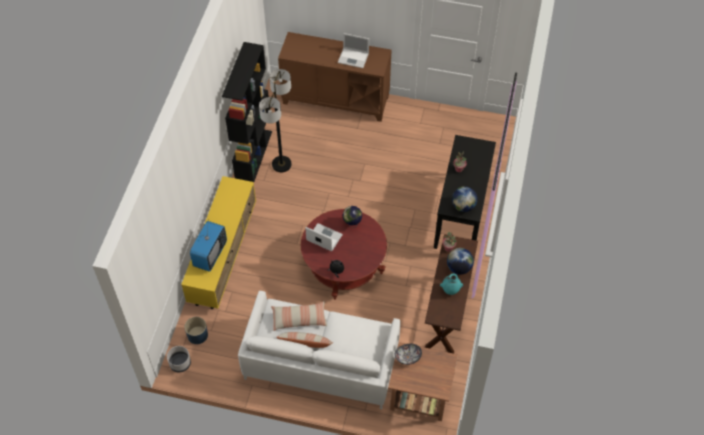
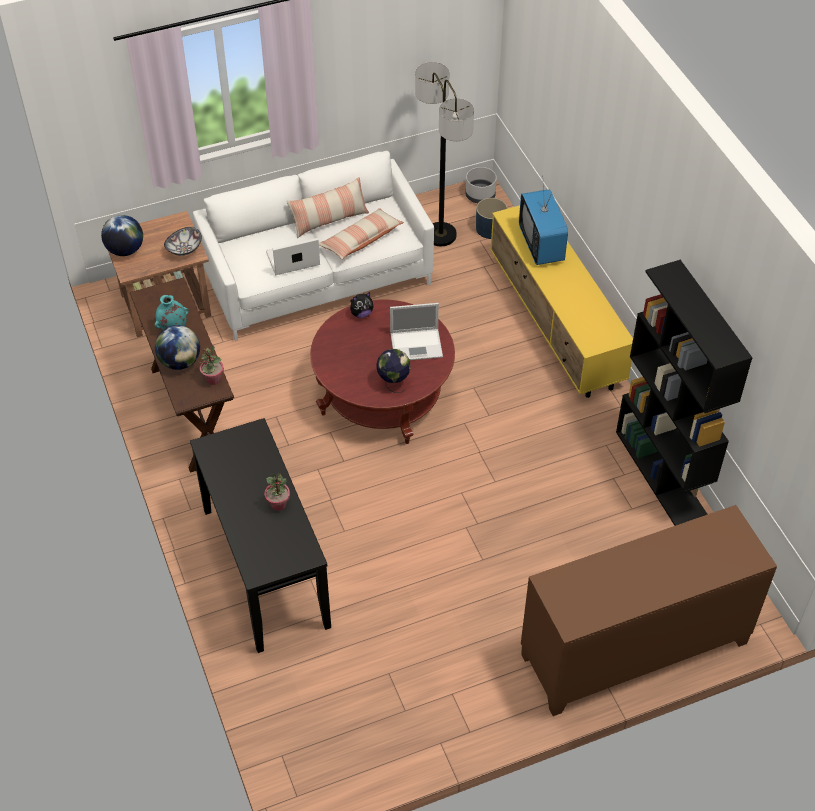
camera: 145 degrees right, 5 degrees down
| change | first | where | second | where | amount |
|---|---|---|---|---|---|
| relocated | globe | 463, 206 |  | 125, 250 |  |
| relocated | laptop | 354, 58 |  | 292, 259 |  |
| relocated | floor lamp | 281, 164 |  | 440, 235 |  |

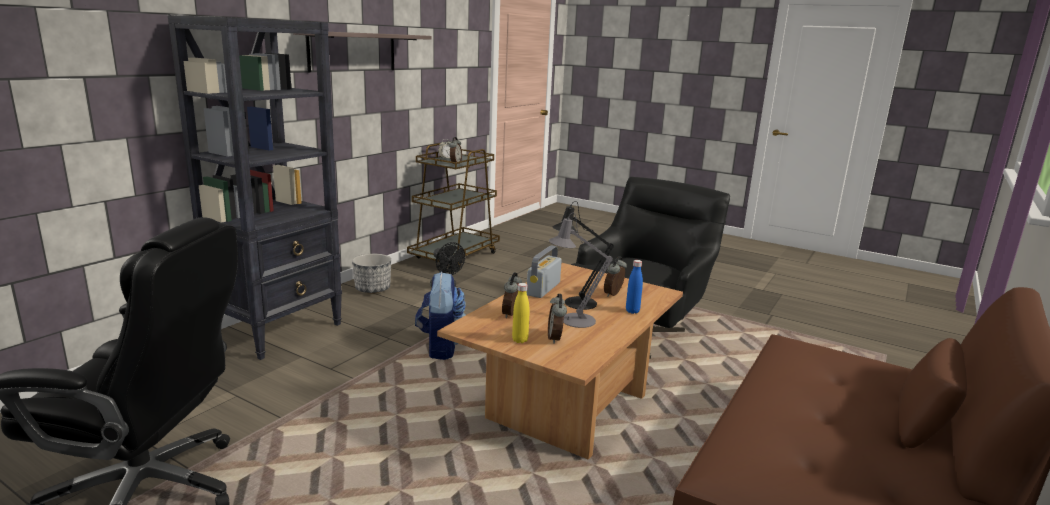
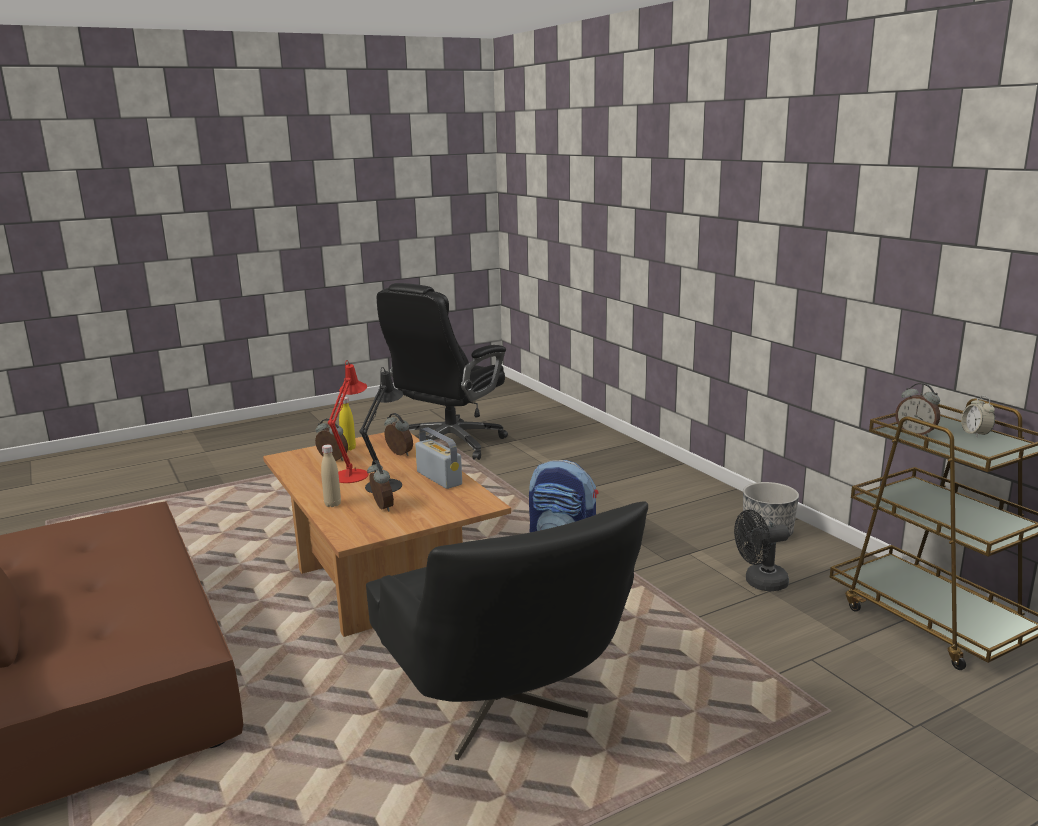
camera: 120 degrees right, 0 degrees up
| change | first | where | second | where | amount |
|---|---|---|---|---|---|
| colour | bottle/blue | 632, 311 | bottle/beige | 332, 504 |  |
| colour | table lamp/grey | 573, 320 | table lamp/red | 352, 474 |  |
| missing | bookcase/black | 279, 330 |  |  |  |
| missing | shelf | 352, 52 |  |  |  |

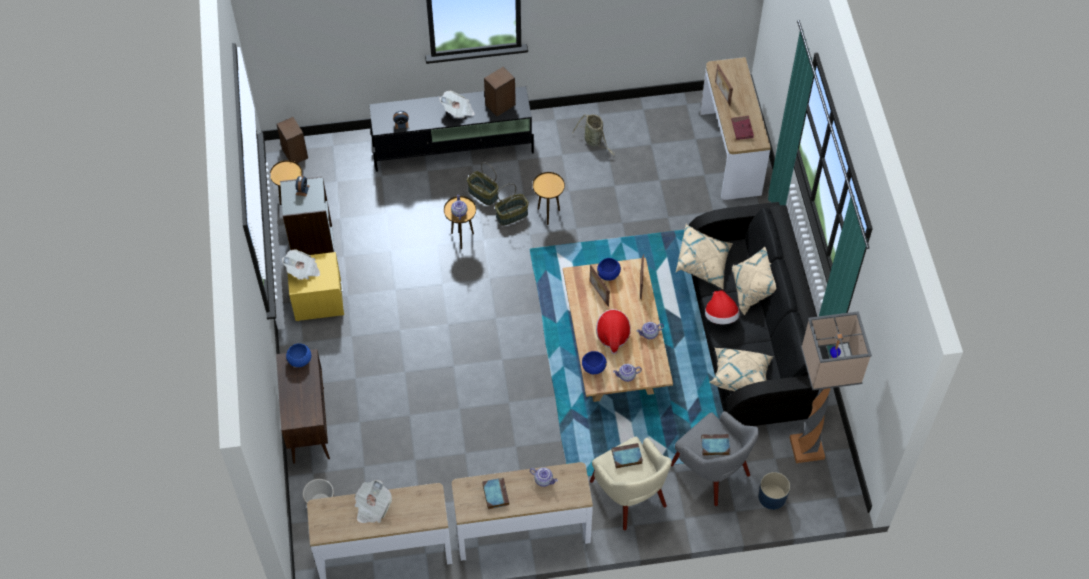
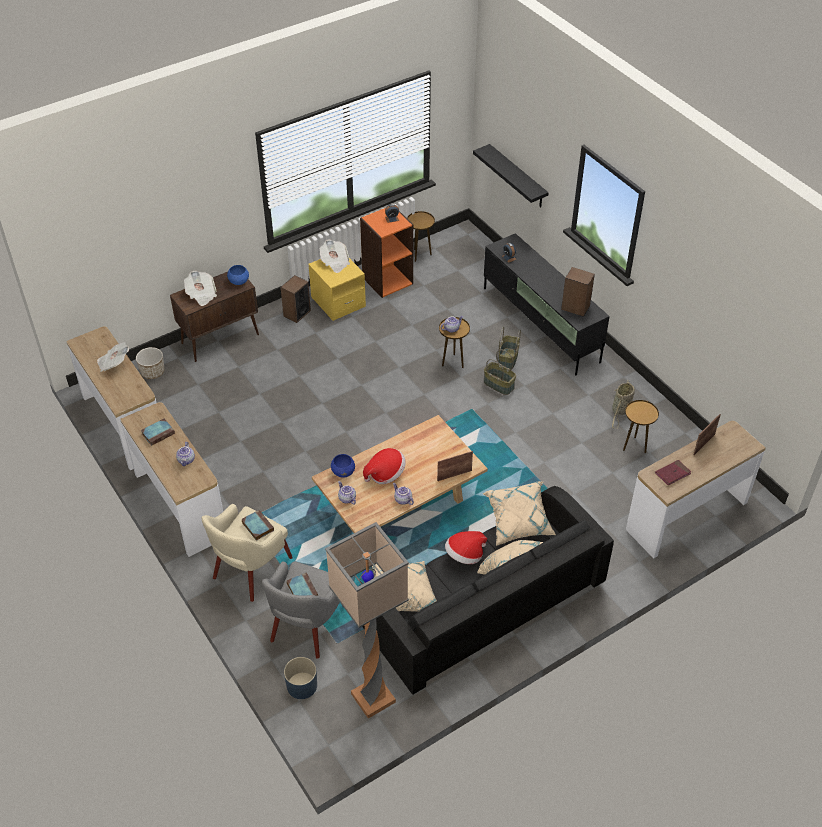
camera: 65 degrees right, 10 degrees down
| change | first | where | second | where | amount |
|---|---|---|---|---|---|
| relocated | newspaper | 458, 111 |  | 201, 295 |  |
| relocated | speaker | 294, 153 |  | 297, 313 |  |
| colour | bookcase/grey | 312, 245 | bookcase/orange | 387, 280 |  |
| appeared |  |  | shelf/black | 517, 177 |  |
| relocated | side table/brown | 548, 214 |  | 634, 446 |  |
| missing | picture frame | 598, 293 |  |  |  |
| missing | bowl/blue | 608, 274 |  |  |  |

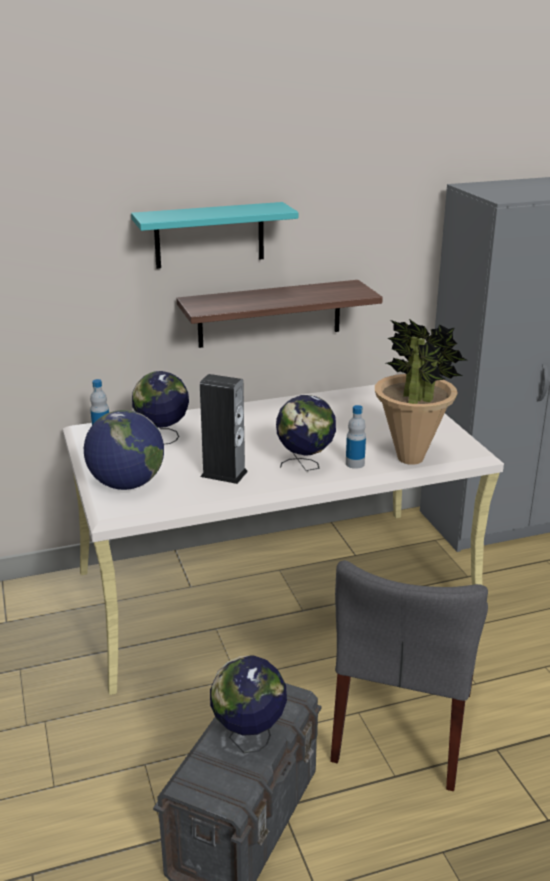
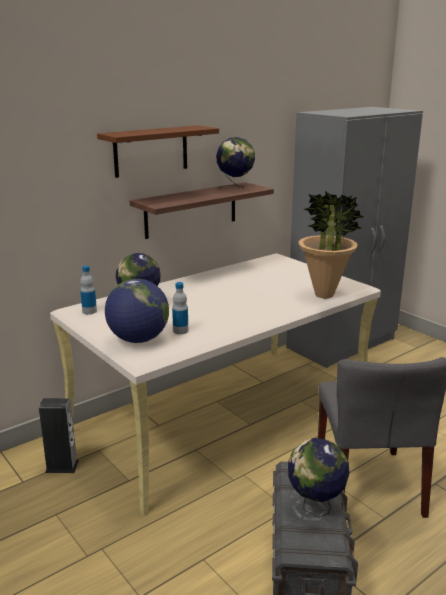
camera: 20 degrees left, 5 degrees down
| change | first | where | second | where | amount |
|---|---|---|---|---|---|
| relocated | speaker | 224, 474 |  | 62, 466 |  |
| colour | shelf/turquoise | 209, 235 | shelf/brown | 151, 151 |  |
| relocated | bottle | 355, 464 |  | 180, 331 |  |
| relocated | globe | 305, 466 |  | 235, 187 |  |

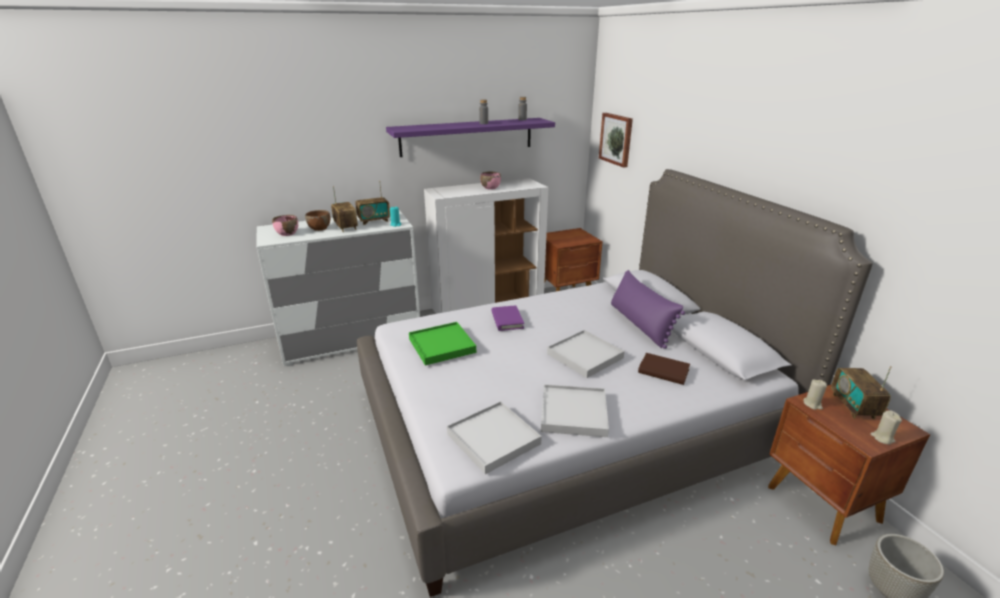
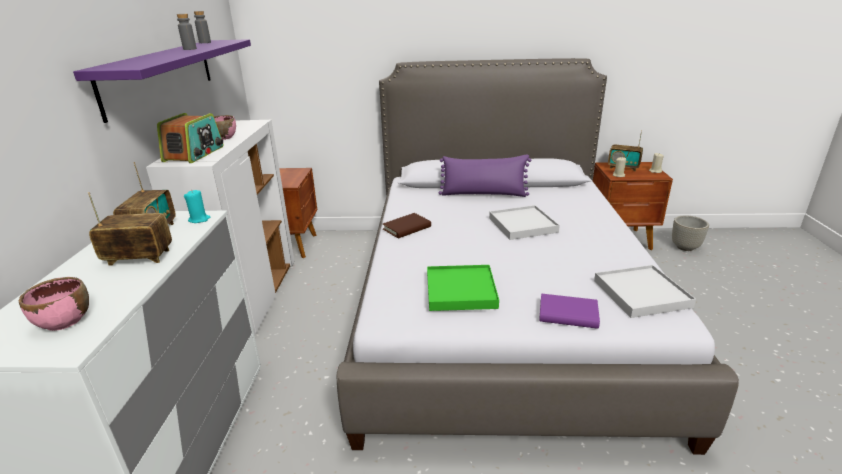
camera: 65 degrees left, 0 degrees up
| change | first | where | second | where | amount |
|---|---|---|---|---|---|
| appeared |  |  | radio | 194, 154 |  |
| relocated | book/brown | 663, 371 |  | 407, 228 |  |
| relocated | book/purple | 507, 320 |  | 568, 314 |  |
| missing | bowl/brown | 319, 228 |  |  |  |
| missing | tray/white | 574, 413 |  |  |  |
| missing | picture | 616, 139 |  |  |  |

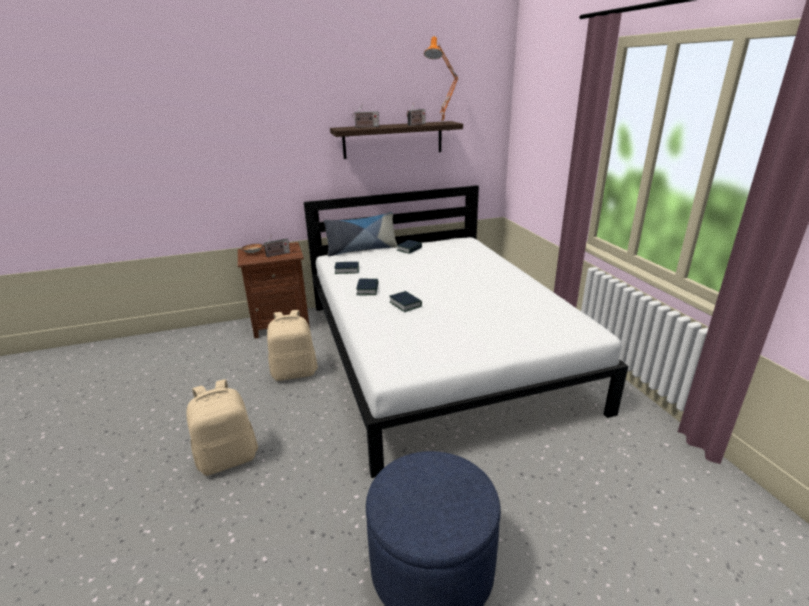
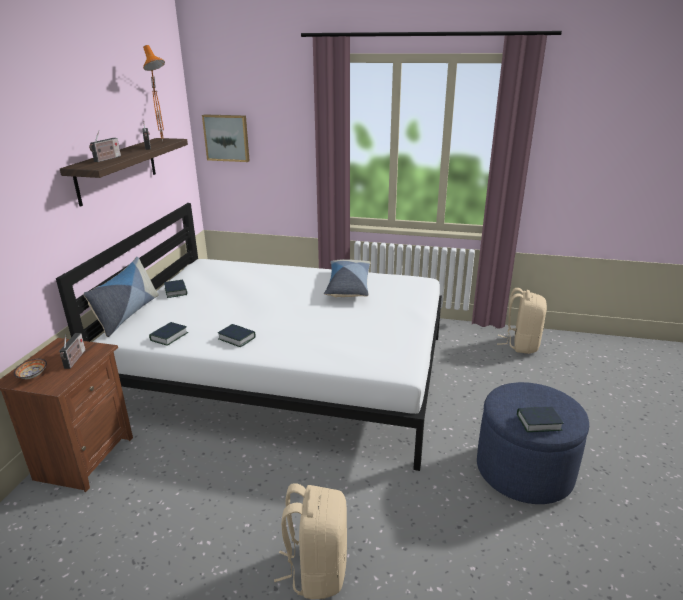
camera: 60 degrees left, 0 degrees up
| change | first | where | second | where | amount |
|---|---|---|---|---|---|
| appeared |  |  | picture | 227, 137 |  |
| appeared |  |  | pillow | 348, 286 |  |
| relocated | backpack/beige | 295, 372 |  | 521, 344 |  |
| relocated | book | 405, 304 |  | 538, 422 |  |

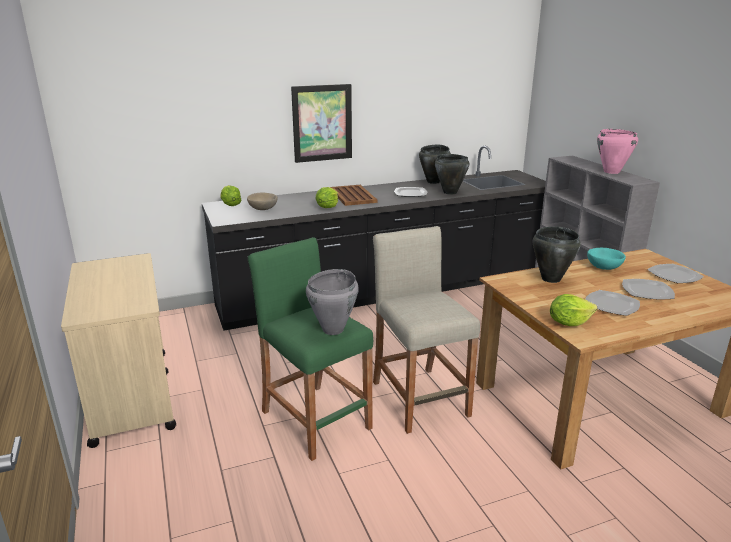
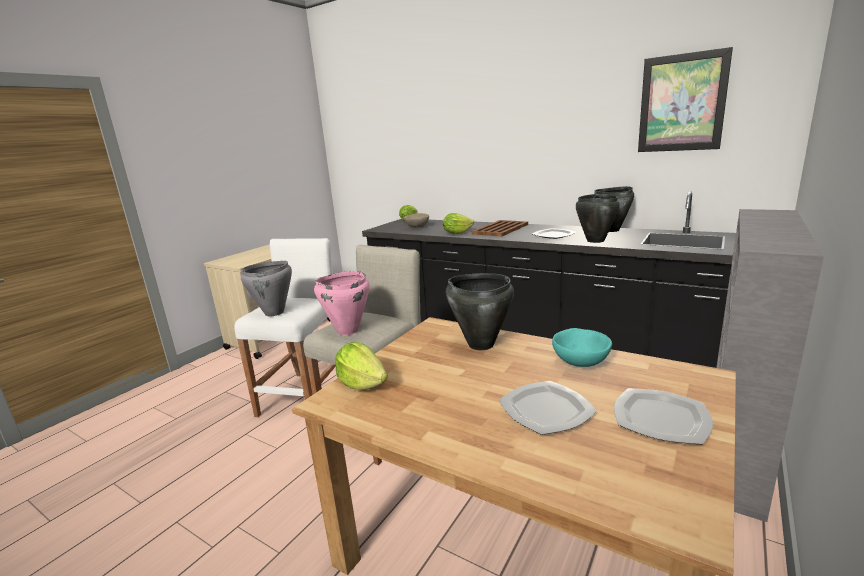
camera: 55 degrees right, 5 degrees down
| change | first | where | second | where | amount |
|---|---|---|---|---|---|
| colour | stool/green | 315, 420 | stool/white | 306, 396 |  |
| relocated | cooking pot/pink | 611, 172 |  | 347, 331 |  |
| relocated | picture | 322, 123 |  | 682, 103 |  |
| missing | plate | 611, 304 |  |  |  |

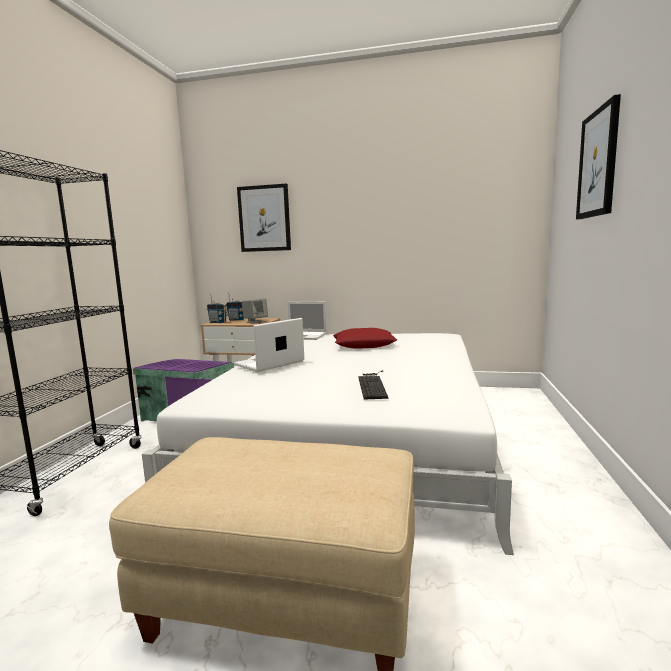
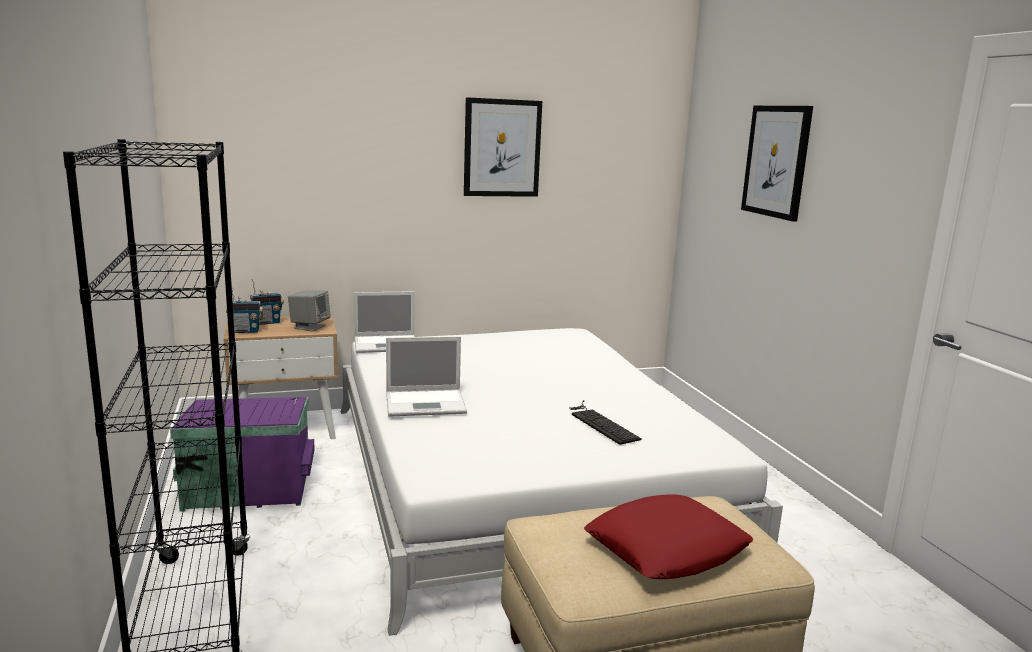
camera: 30 degrees left, 5 degrees up
| change | first | where | second | where | amount |
|---|---|---|---|---|---|
| spun | laptop | 268, 363 |  | 427, 403 | 120 degrees counterclockwise |
| relocated | picture | 264, 218 |  | 502, 148 |  |
| relocated | pillow/red | 364, 344 |  | 667, 548 |  |

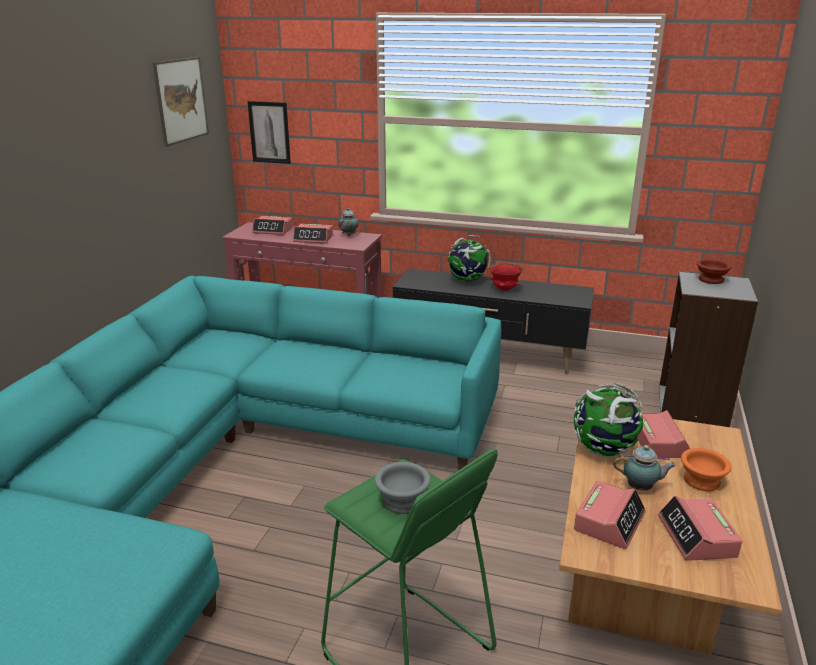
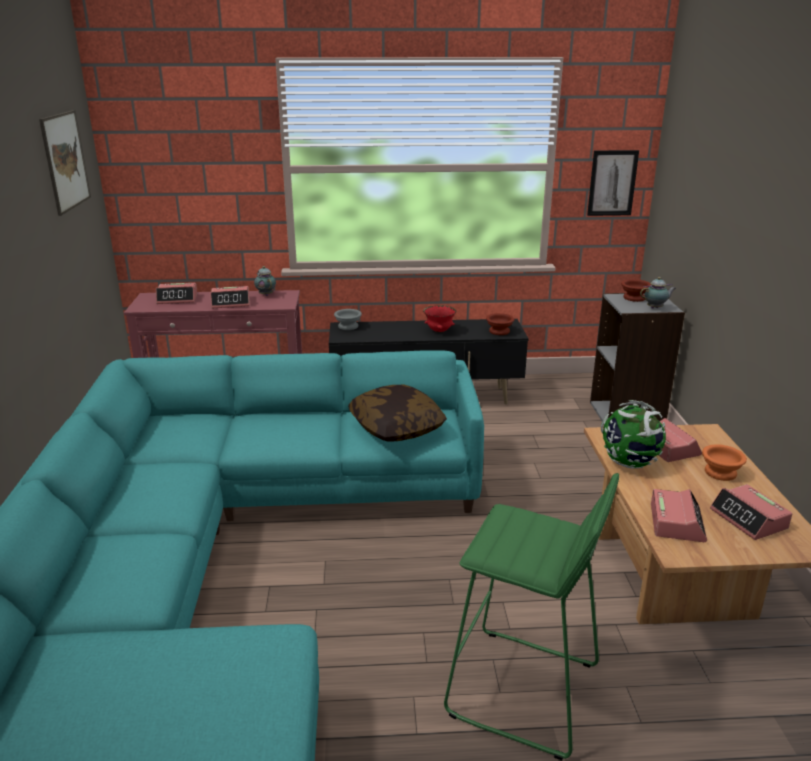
camera: 20 degrees left, 0 degrees up
| change | first | where | second | where | amount |
|---|---|---|---|---|---|
| relocated | bowl/grey | 401, 501 |  | 347, 327 |  |
| appeared |  |  | pillow | 396, 427 |  |
| appeared |  |  | bowl/brown | 499, 332 |  |
| relocated | picture | 269, 132 |  | 612, 183 |  |
| relocated | teapot | 641, 488 |  | 655, 308 |  |
| missing | globe | 467, 280 |  |  |  |

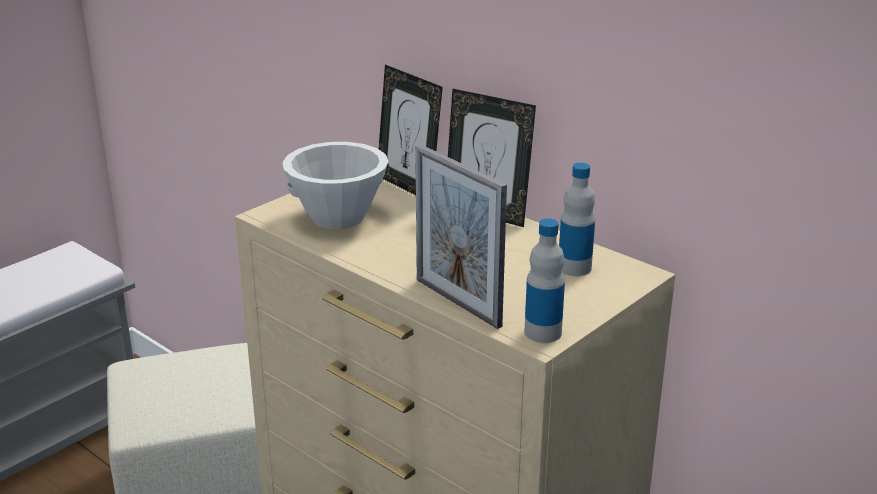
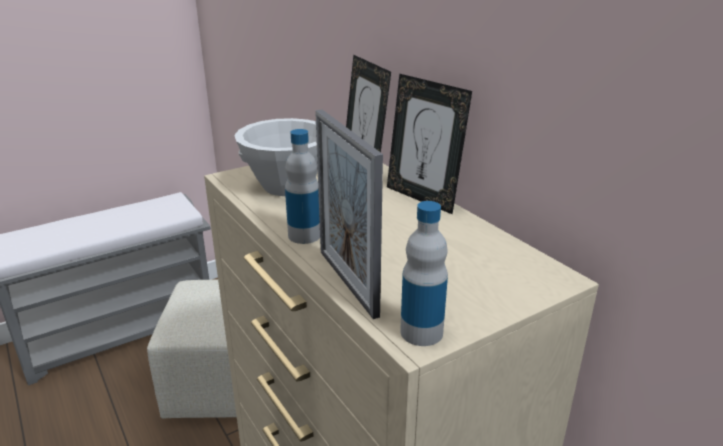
camera: 15 degrees right, 0 degrees up
| change | first | where | second | where | amount |
|---|---|---|---|---|---|
| relocated | bottle | 574, 267 |  | 304, 235 |  |

